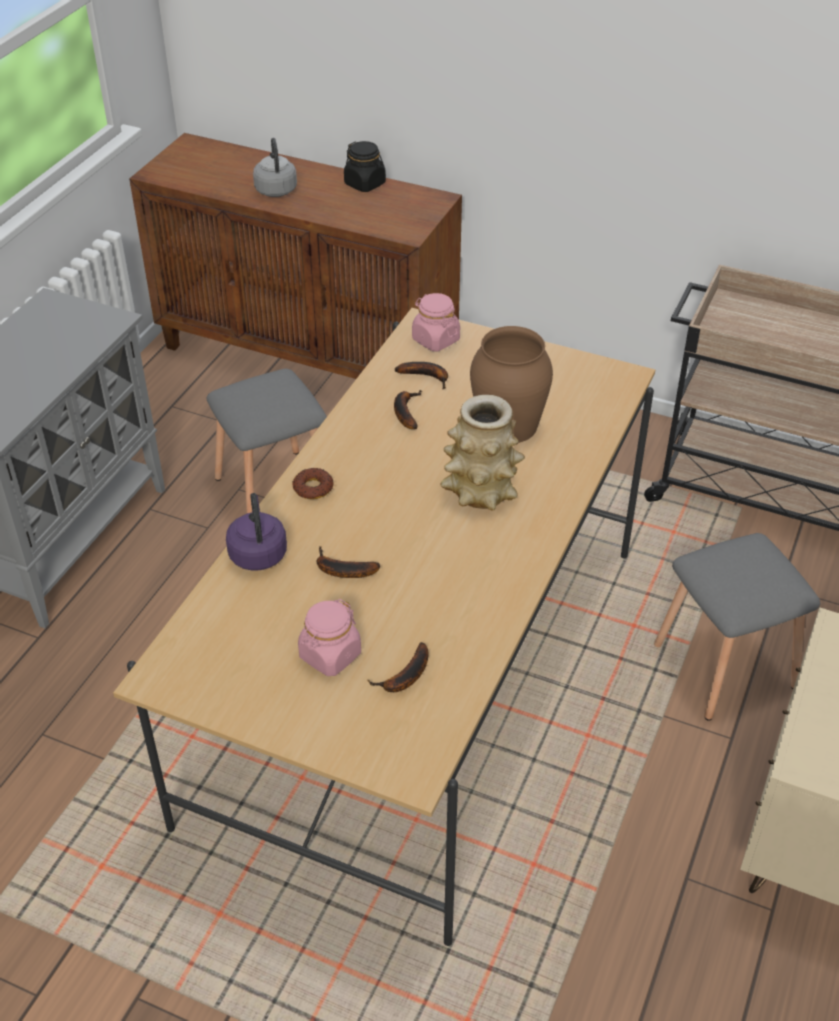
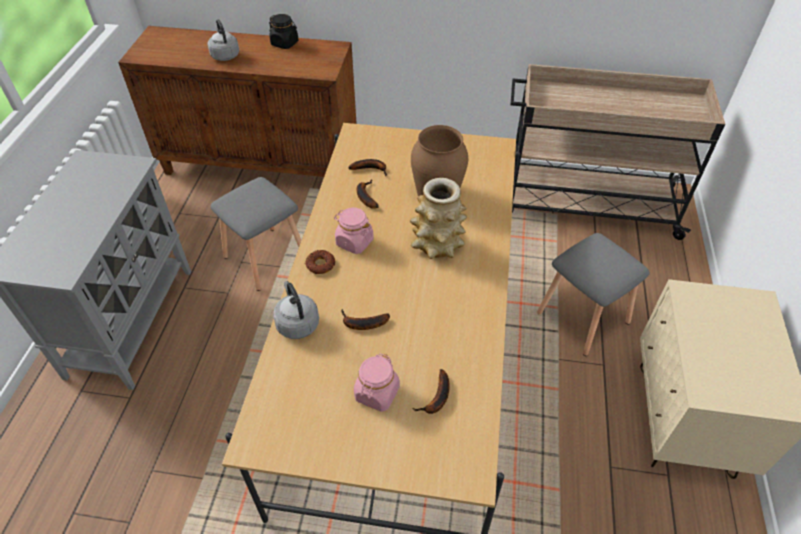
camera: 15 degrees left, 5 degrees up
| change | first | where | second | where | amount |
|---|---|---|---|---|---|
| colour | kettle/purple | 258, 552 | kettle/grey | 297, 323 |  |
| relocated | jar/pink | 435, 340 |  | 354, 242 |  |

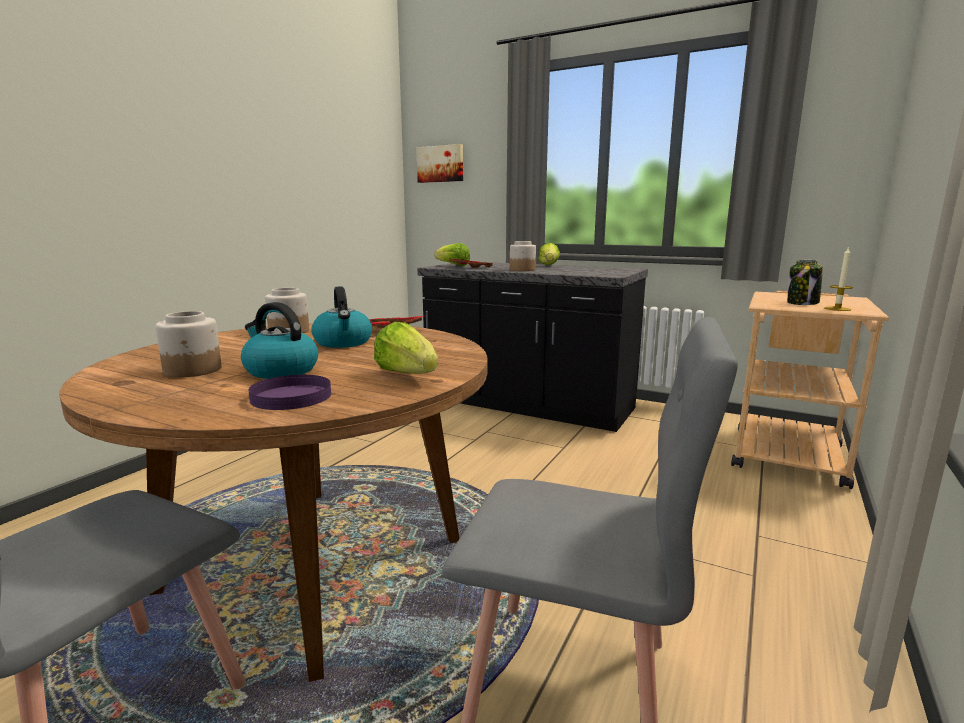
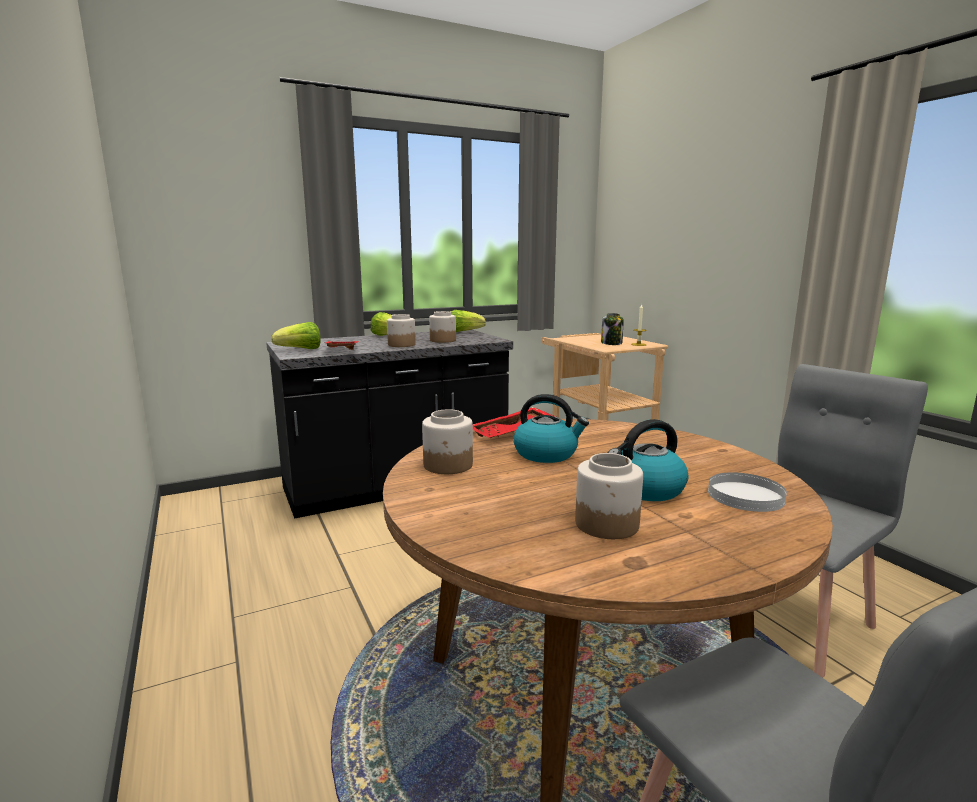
camera: 55 degrees left, 0 degrees up
| change | first | where | second | where | amount |
|---|---|---|---|---|---|
| appeared |  |  | jar | 443, 340 |  |
| relocated | lettuce | 407, 375 |  | 464, 332 |  |
| colour | plate/purple | 291, 396 | plate/white | 745, 496 |  |
| missing | picture | 441, 164 |  |  |  |

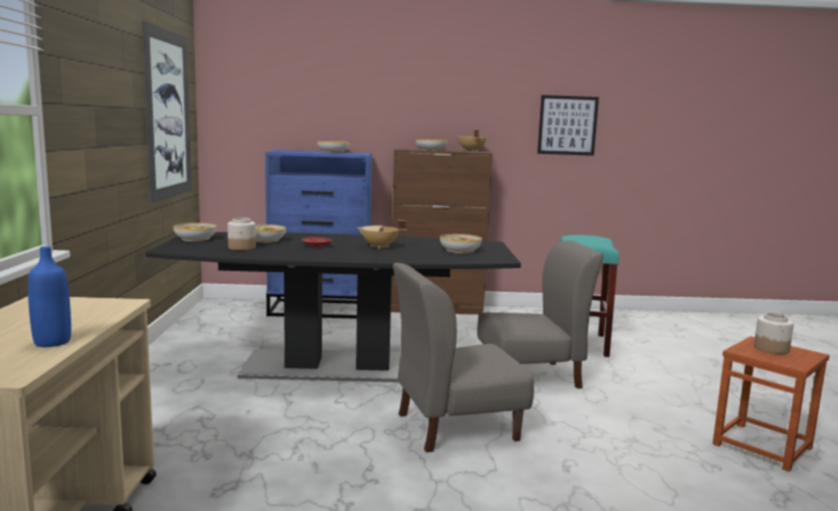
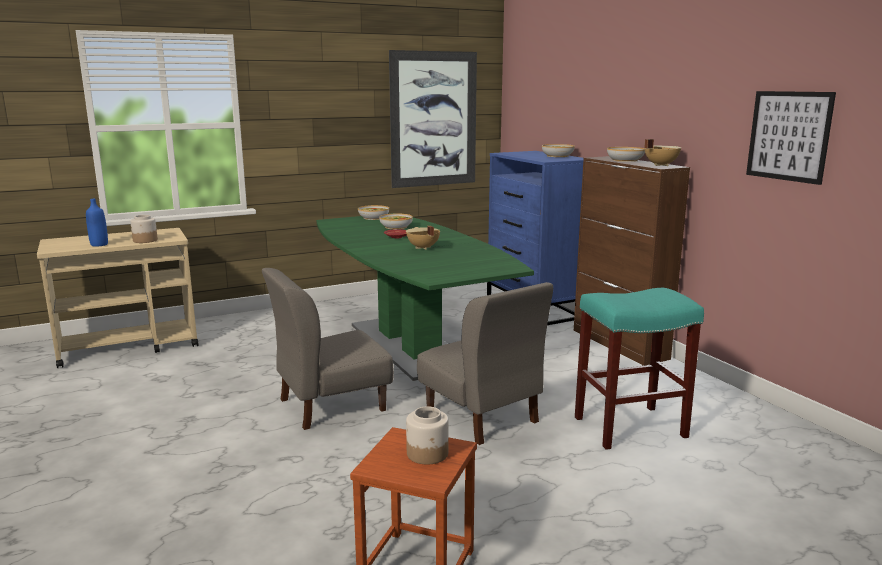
camera: 65 degrees right, 5 degrees up
| change | first | where | second | where | amount |
|---|---|---|---|---|---|
| relocated | jar | 242, 248 |  | 145, 240 |  |
| spun | chair/grey | 455, 426 |  | 331, 404 | 75 degrees counterclockwise |
| colour | dining table/black | 338, 366 | dining table/green | 409, 344 |  |
| missing | bowl | 460, 250 |  |  |  |

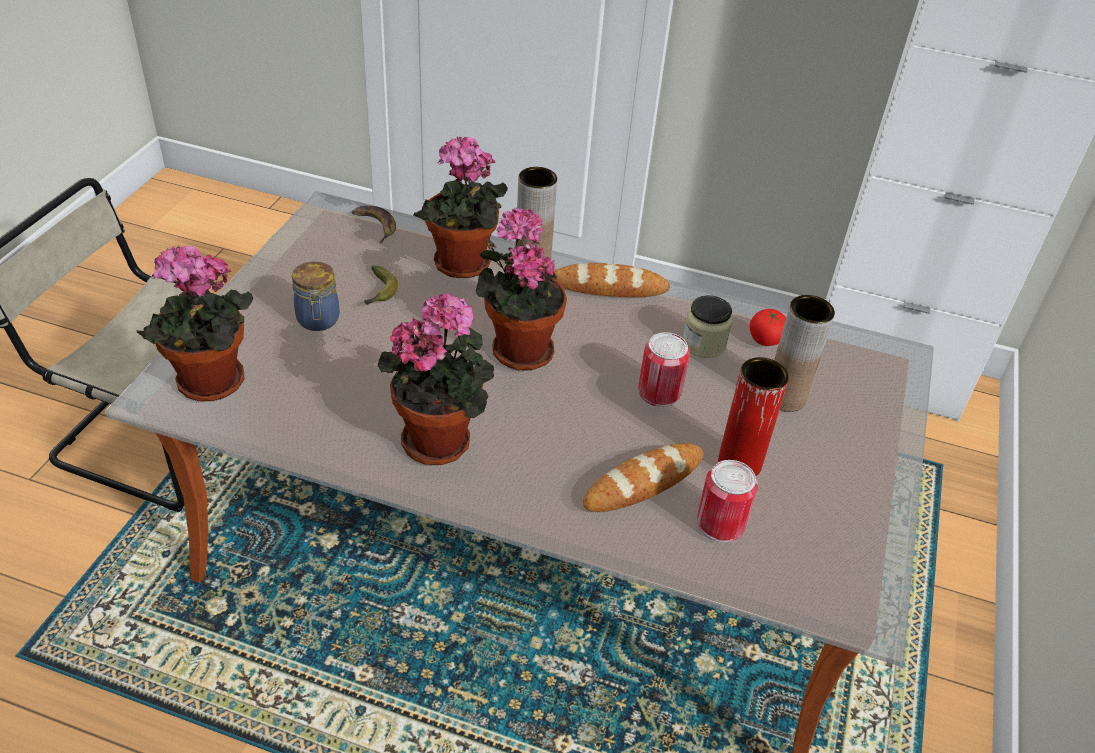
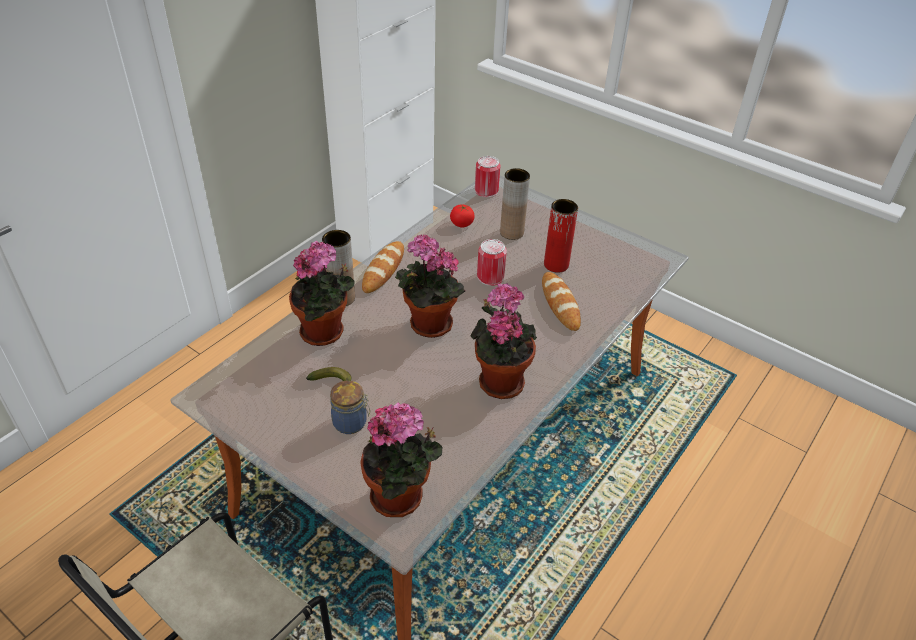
camera: 70 degrees left, 0 degrees up
| change | first | where | second | where | amount |
|---|---|---|---|---|---|
| relocated | can | 720, 523 |  | 486, 191 |  |
| missing | banana | 375, 225 |  |  |  |
| missing | jar | 703, 344 |  |  |  |

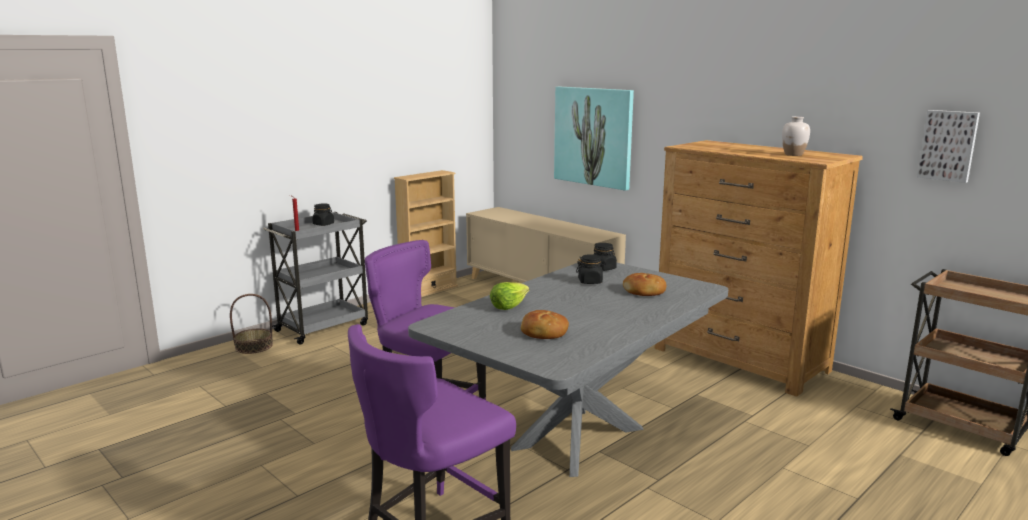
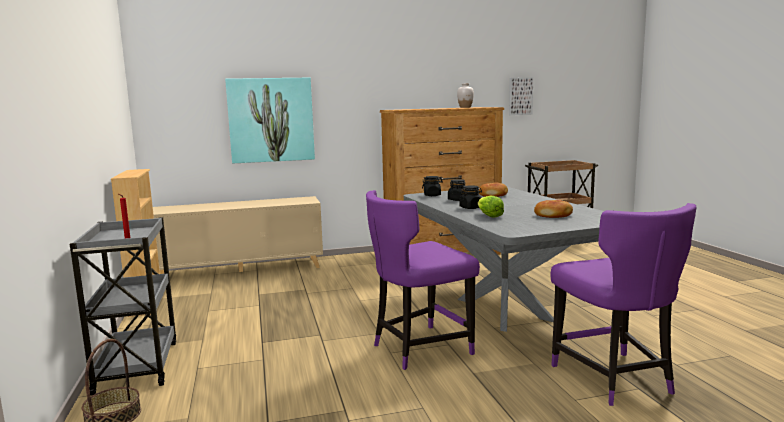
camera: 60 degrees left, 5 degrees down
| change | first | where | second | where | amount |
|---|---|---|---|---|---|
| relocated | jar/black | 323, 224 |  | 470, 207 |  |

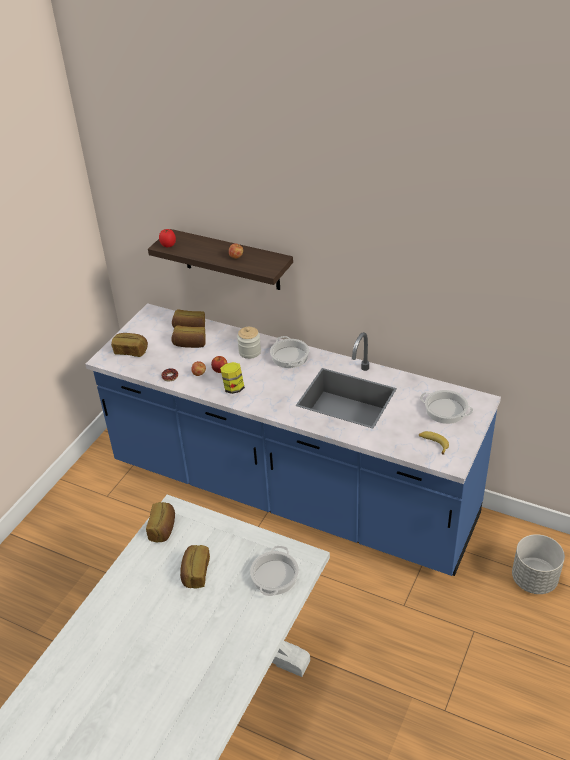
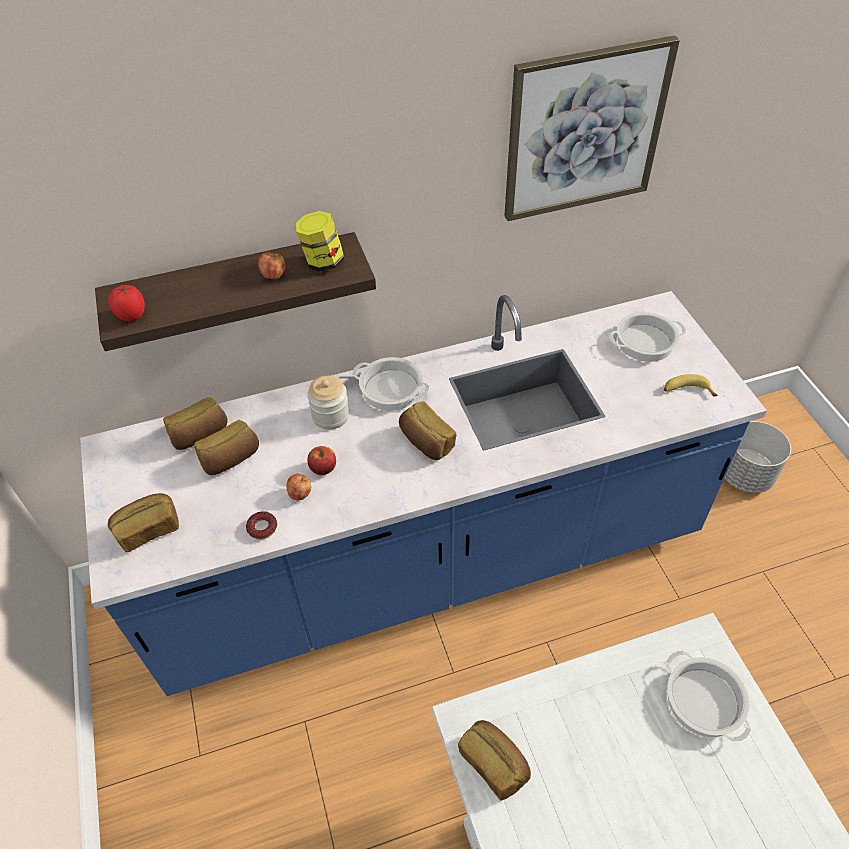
camera: 45 degrees left, 10 degrees up
| change | first | where | second | where | amount |
|---|---|---|---|---|---|
| relocated | jar | 233, 388 |  | 323, 262 |  |
| relocated | bread | 195, 573 |  | 426, 442 |  |
| appeared |  |  | picture | 584, 131 |  |

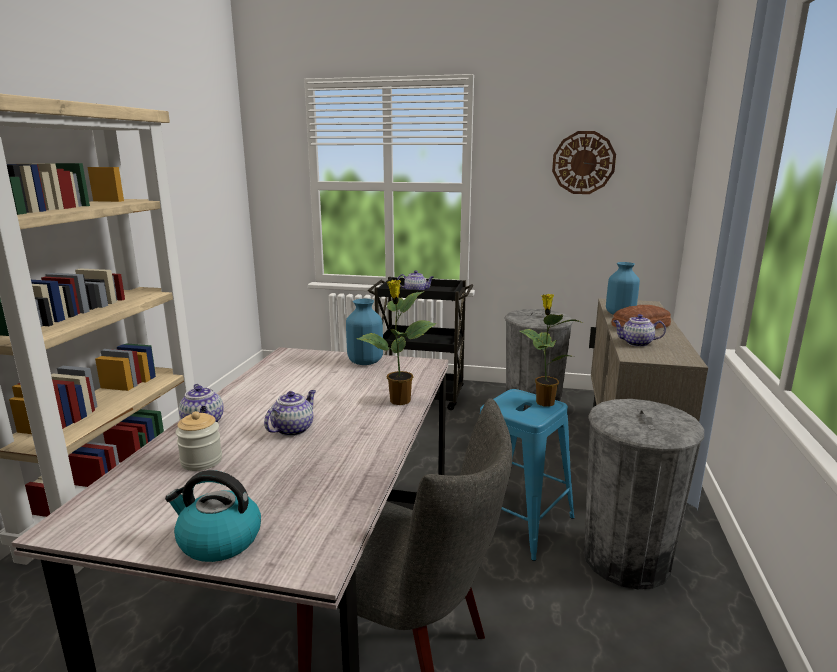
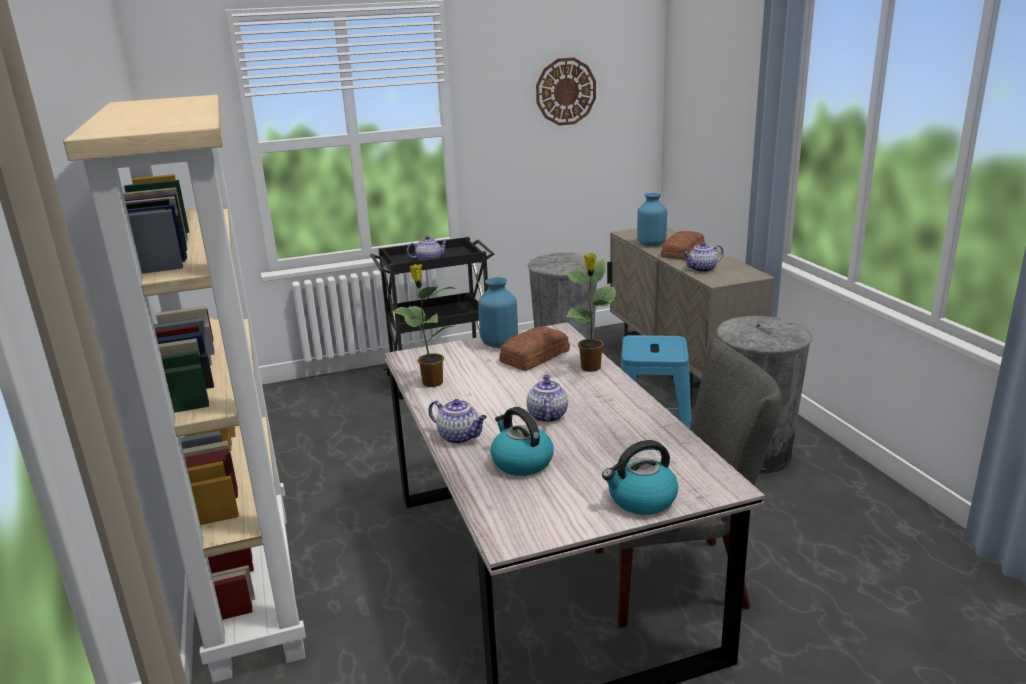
camera: 30 degrees left, 5 degrees up
| change | first | where | second | where | amount |
|---|---|---|---|---|---|
| relocated | potted plant | 544, 402 |  | 431, 382 |  |
| exchanged | jar | 201, 461 | kettle | 521, 462 |  |
| appeared |  |  | bread | 533, 356 |  |

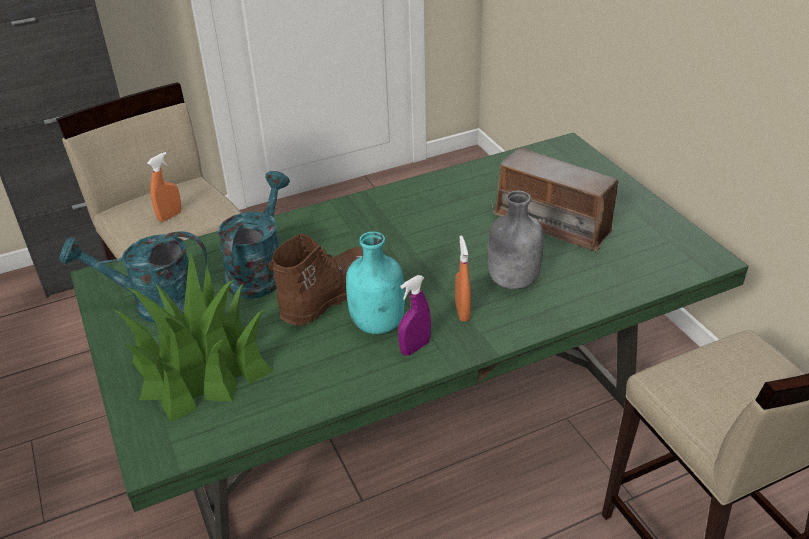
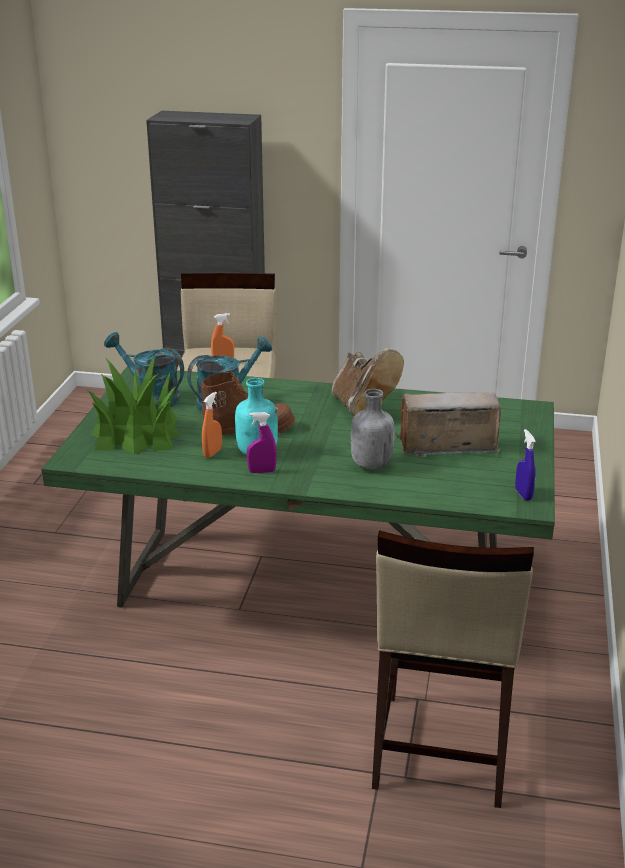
camera: 35 degrees right, 10 degrees down
| change | first | where | second | where | amount |
|---|---|---|---|---|---|
| relocated | spray bottle/orange | 462, 312 |  | 212, 453 |  |
| appeared |  |  | boot/brown | 362, 410 |  |
| spun | radio | 553, 223 |  | 447, 447 | 105 degrees clockwise |
| appeared |  |  | spray bottle/blue | 523, 494 |  |

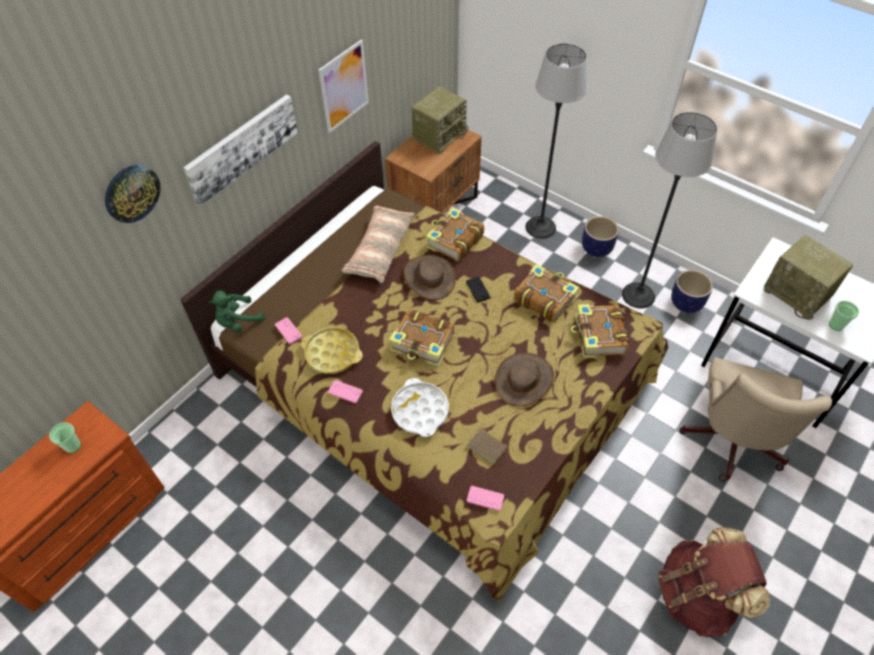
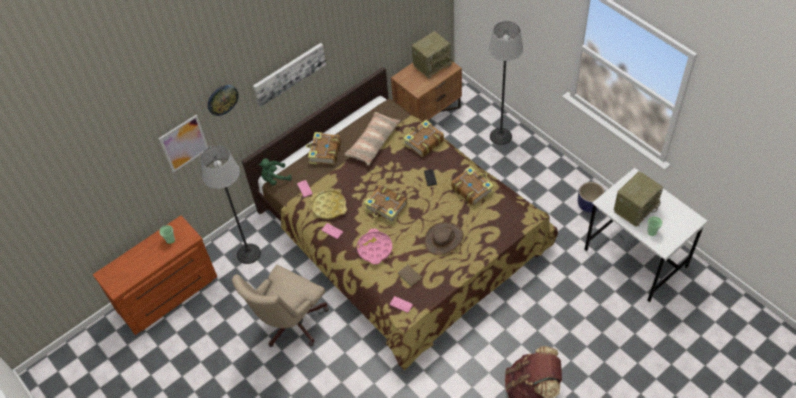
camera: 15 degrees right, 0 degrees up
| change | first | where | second | where | amount |
|---|---|---|---|---|---|
| relocated | picture | 344, 86 |  | 184, 143 |  |
| relocated | floor lamp | 638, 295 |  | 248, 253 |  |
| relocated | office chair/beige | 730, 443 |  | 289, 324 |  |
| relocated | book | 598, 337 |  | 324, 153 |  |
| colour | tray/white | 420, 411 | tray/pink | 374, 249 |  |
| spun | radio | 798, 294 |  | 635, 208 | 105 degrees counterclockwise |
| missing | hat/brown | 429, 277 |  |  |  |
| missing | planter | 597, 248 |  |  |  |

